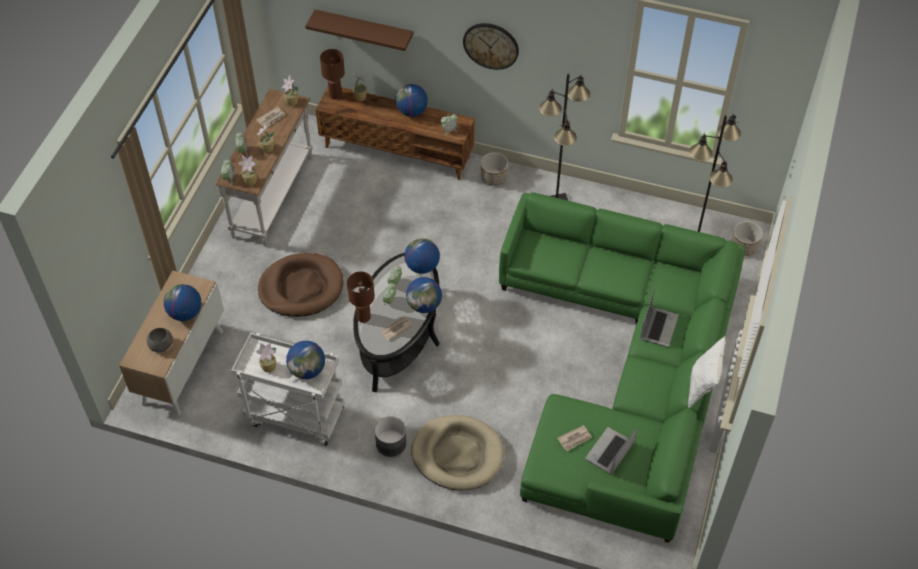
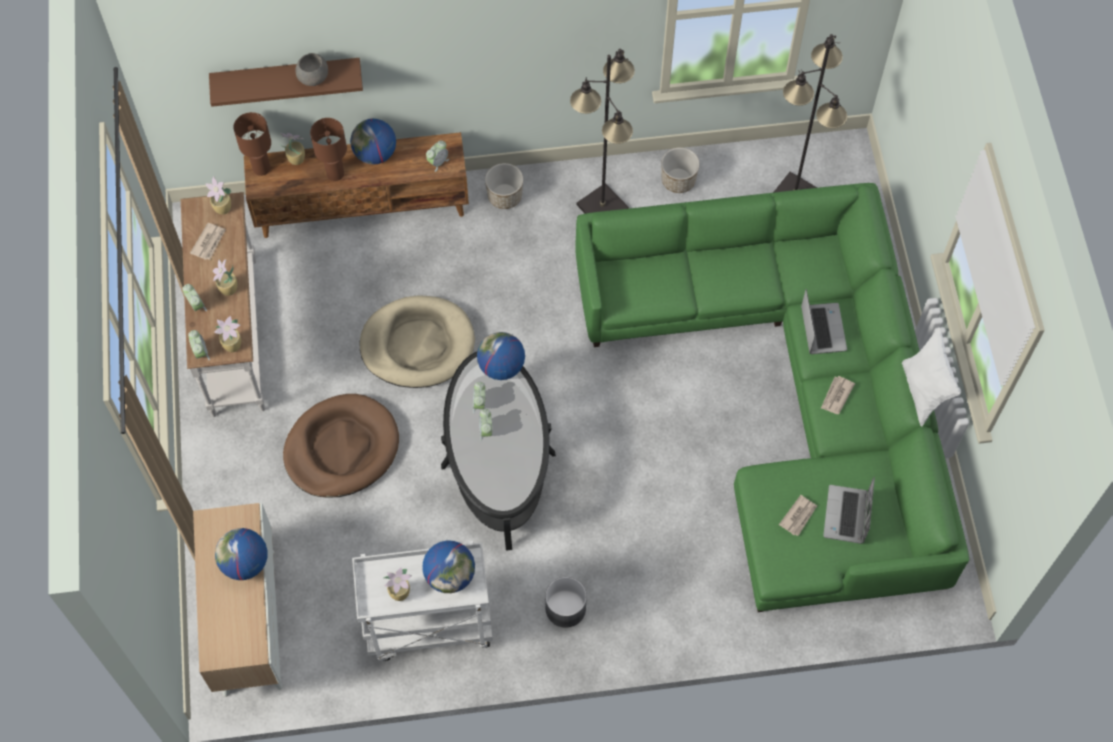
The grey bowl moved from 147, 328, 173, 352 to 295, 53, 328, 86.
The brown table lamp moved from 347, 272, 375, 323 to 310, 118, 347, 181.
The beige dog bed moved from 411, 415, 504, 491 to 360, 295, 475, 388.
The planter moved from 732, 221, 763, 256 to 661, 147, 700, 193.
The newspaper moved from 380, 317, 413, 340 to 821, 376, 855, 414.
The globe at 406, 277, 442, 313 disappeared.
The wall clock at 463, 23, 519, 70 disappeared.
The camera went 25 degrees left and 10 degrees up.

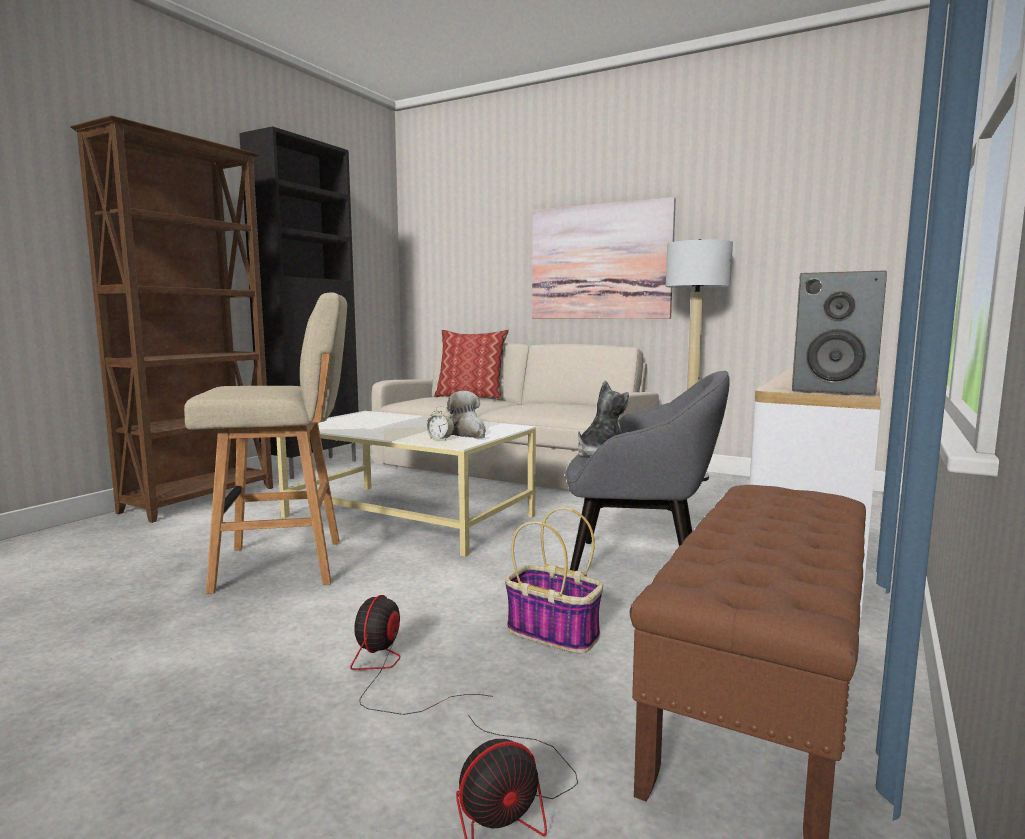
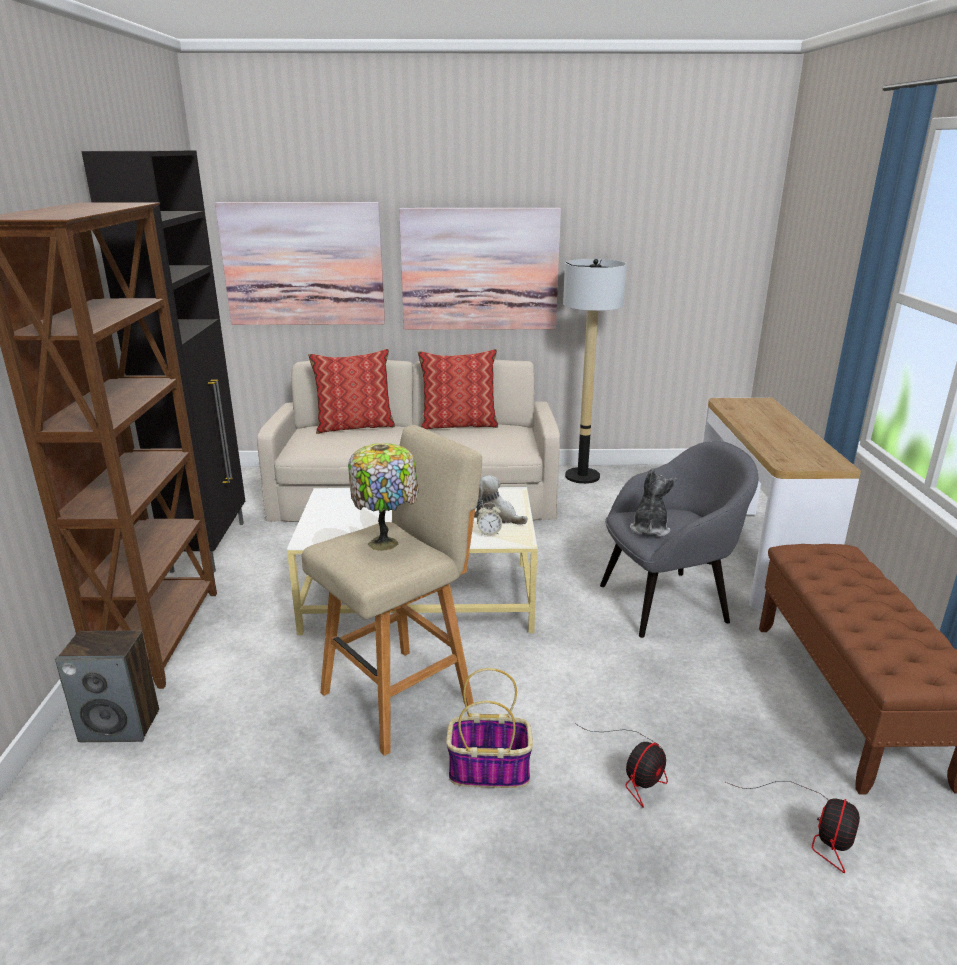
The speaker moved from 792, 271, 887, 396 to 55, 631, 159, 742.
The picture at 215, 202, 385, 325 appeared.
The table lamp at 348, 443, 419, 551 appeared.
The pillow at 418, 349, 498, 429 appeared.
The basket moved from 505, 507, 603, 653 to 446, 668, 533, 788.
The fan at 350, 595, 493, 715 turned 120 degrees counterclockwise.
The camera went 30 degrees left and 15 degrees up.

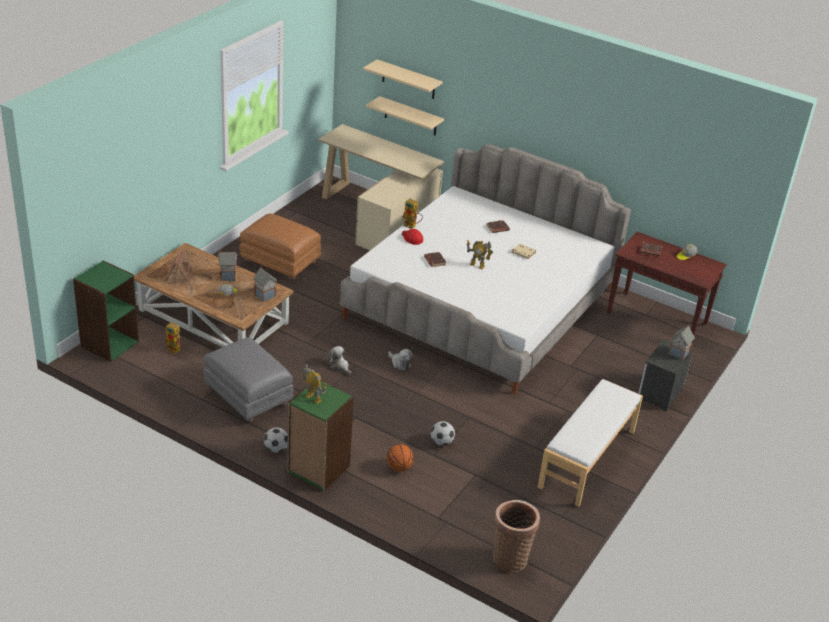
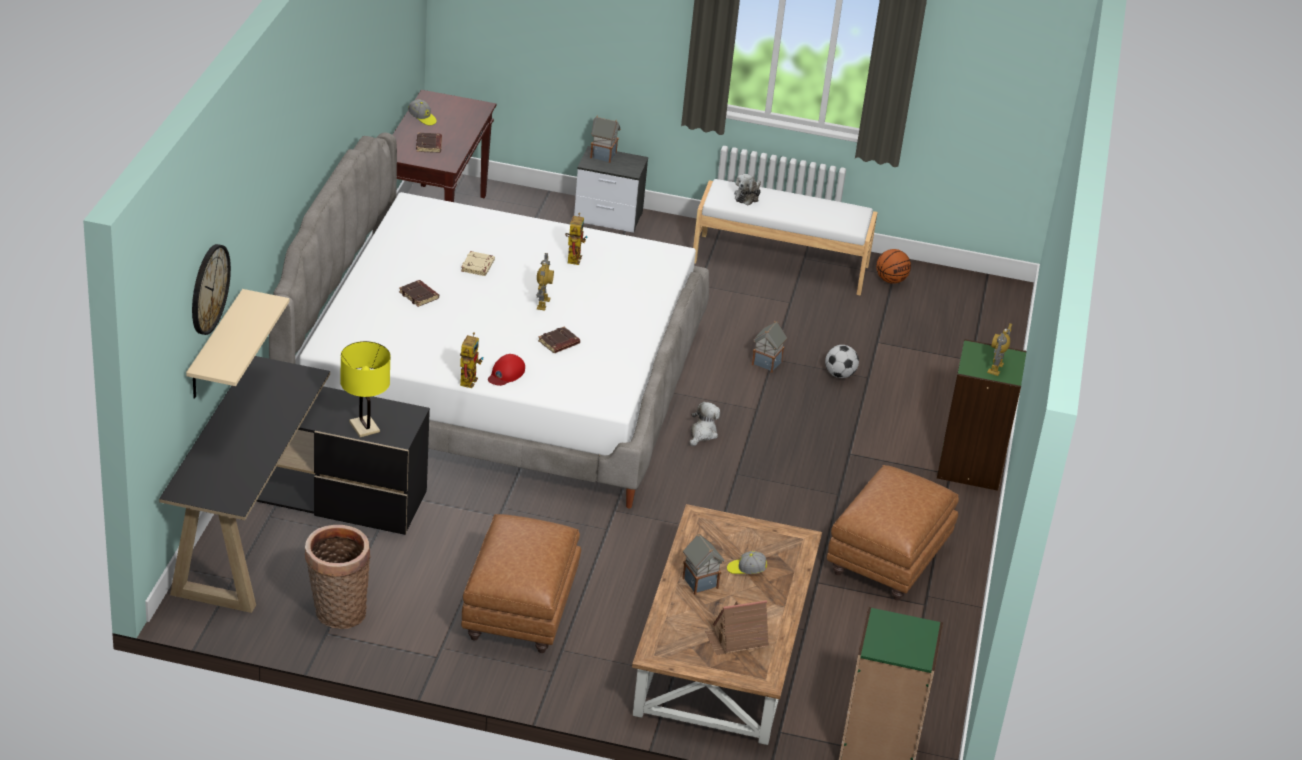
The beige desk at 318, 124, 444, 250 became the black desk at 159, 356, 430, 613.
The beige shelf at 363, 59, 443, 99 was replaced by the wall clock at 192, 244, 231, 335.
The basket moved from 493, 500, 540, 573 to 304, 525, 370, 629.
The yellow table lamp at 340, 341, 391, 437 appeared.
The toy robot moved from 164, 322, 187, 354 to 565, 213, 588, 265.
The plush toy moved from 329, 346, 351, 374 to 734, 174, 761, 205.
The toy house moved from 253, 267, 277, 302 to 752, 321, 787, 373.
The grey ottoman at 203, 337, 293, 424 became the brown ottoman at 827, 465, 959, 600.
The basketball moved from 387, 444, 414, 472 to 876, 249, 911, 284.
The football at 264, 427, 288, 453 disappeared.
The camera went 110 degrees left and 0 degrees up.

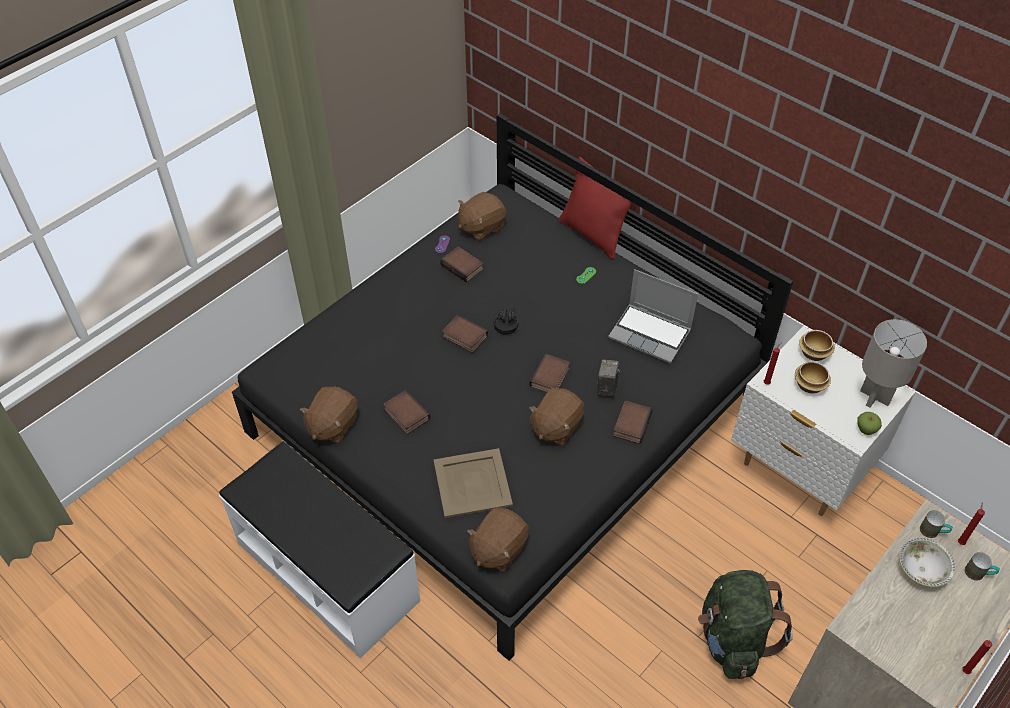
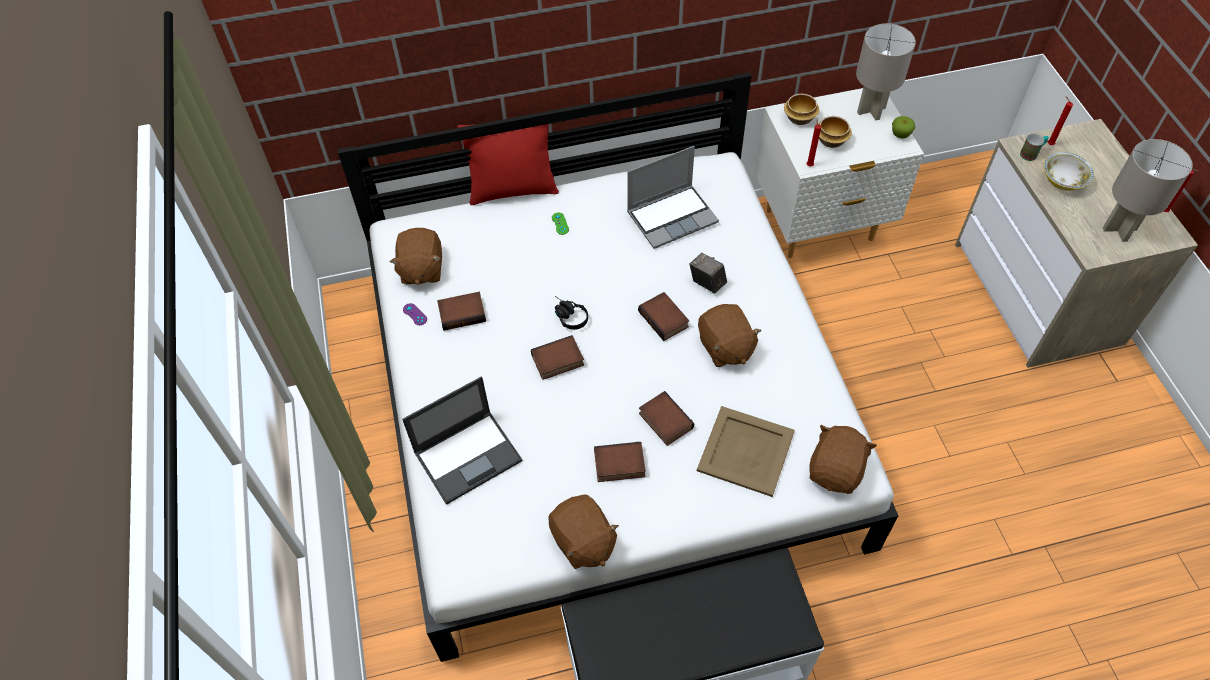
The black bed at 232, 113, 793, 661 became the white bed at 338, 72, 898, 662.
The laptop at 402, 377, 522, 504 appeared.
The book moved from 613, 400, 653, 444 to 639, 391, 694, 446.
The brown plush toy at 467, 507, 529, 572 turned 135 degrees counterclockwise.
The grey table lamp at 1103, 139, 1193, 242 appeared.
The green backpack at 698, 570, 793, 679 disappeared.
The mug at 965, 552, 1000, 581 disappeared.
The camera went 55 degrees left and 5 degrees up.

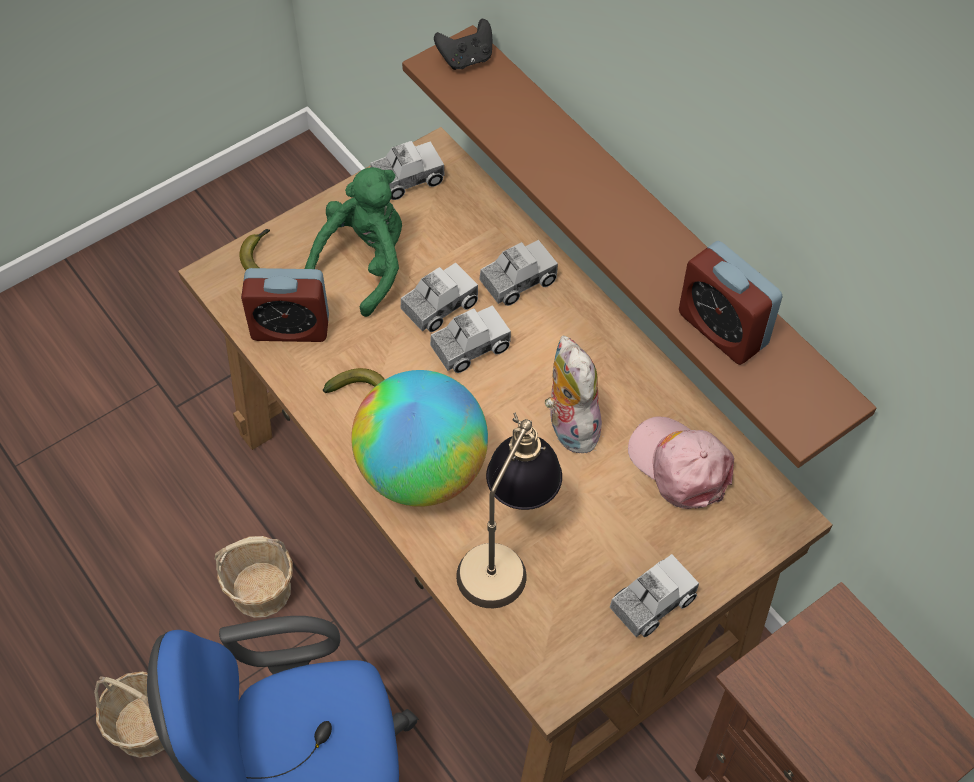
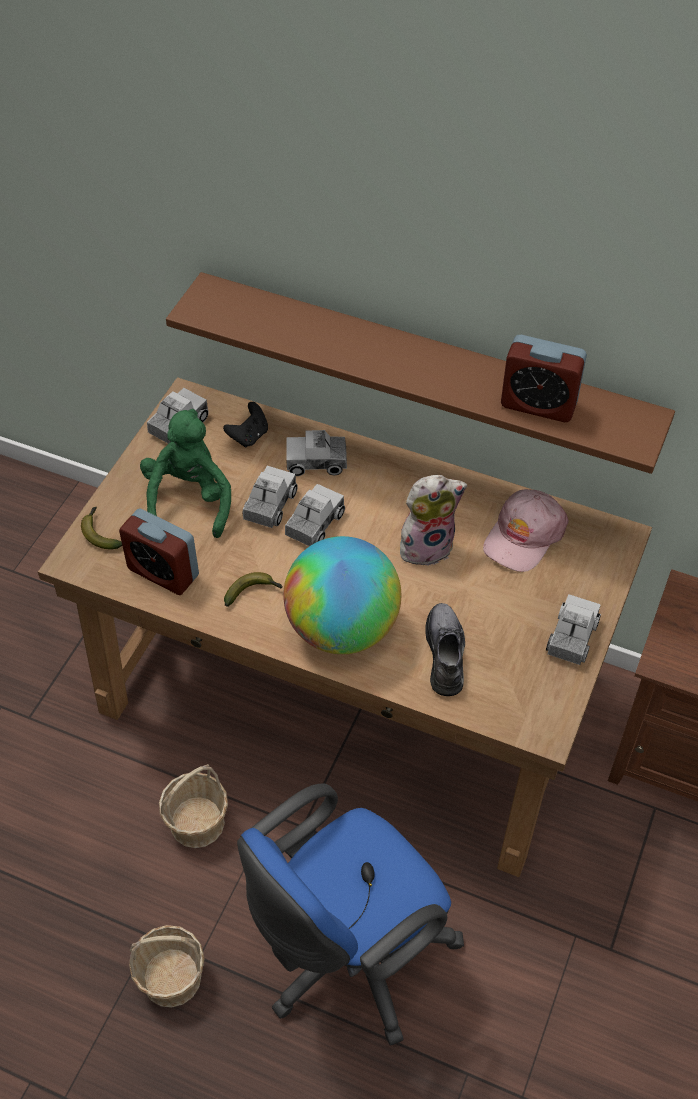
The alarm clock at 241, 268, 329, 342 turned 60 degrees clockwise.
The black game controller moved from 434, 19, 492, 70 to 223, 402, 268, 447.
The toy truck at 479, 240, 558, 306 turned 120 degrees counterclockwise.
The plush toy at 545, 335, 602, 453 turned 120 degrees clockwise.
The table lamp at 456, 413, 562, 608 was replaced by the grey shoe at 425, 603, 465, 696.
The pink cap at 628, 416, 734, 509 turned 75 degrees counterclockwise.
The camera went 30 degrees left and 5 degrees down.

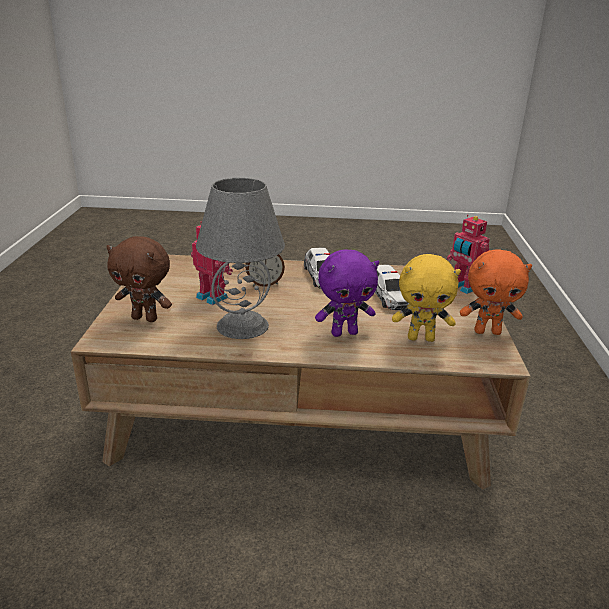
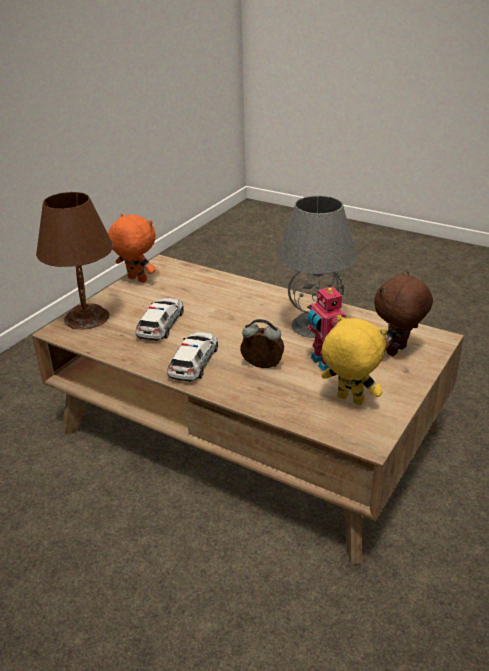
The toy robot at 447, 215, 490, 294 was replaced by the brown table lamp at 36, 192, 113, 329.
The yellow plush toy moved from 392, 254, 461, 342 to 321, 315, 387, 405.
The brown plush toy at 106, 236, 172, 322 turned 90 degrees counterclockwise.
The purple plush toy at 315, 249, 379, 337 disappeared.
The camera went 150 degrees left and 5 degrees up.

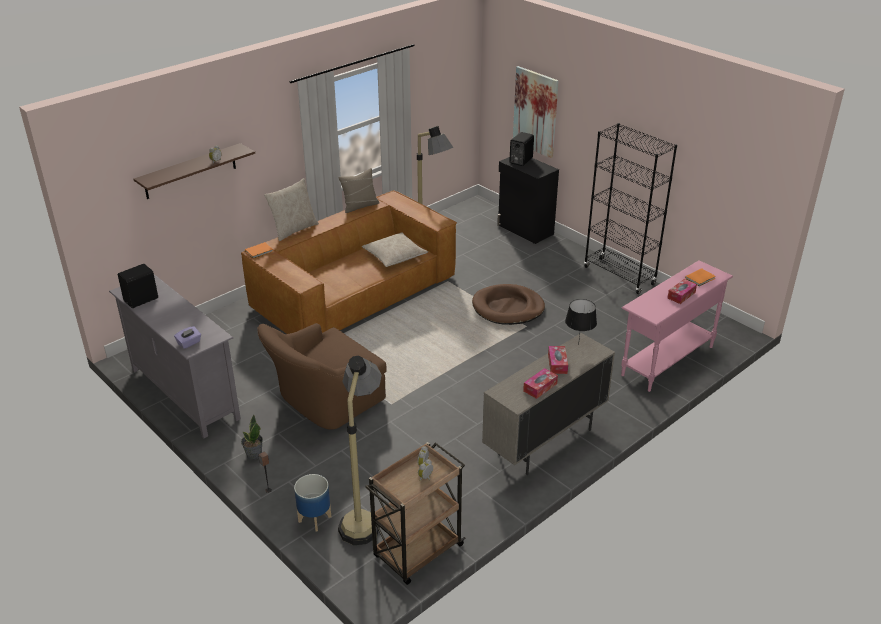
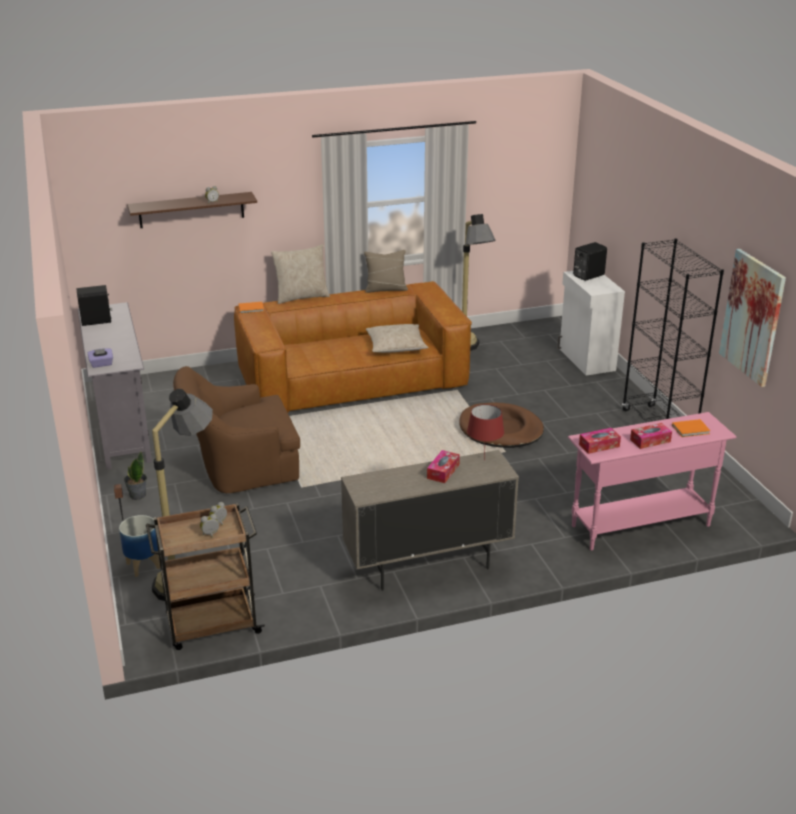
The black table lamp at 565, 299, 597, 345 became the red table lamp at 467, 404, 504, 460.
The black cabinet at 497, 157, 559, 244 became the white cabinet at 557, 271, 625, 376.
The tissue box moved from 523, 368, 558, 399 to 579, 428, 621, 454.
The picture moved from 513, 66, 559, 158 to 719, 249, 786, 387.
The camera went 25 degrees right and 5 degrees down.

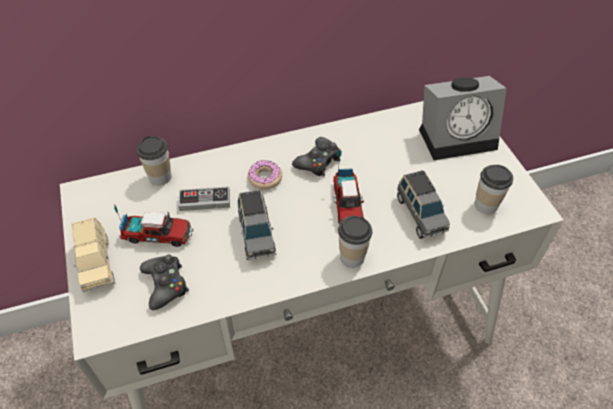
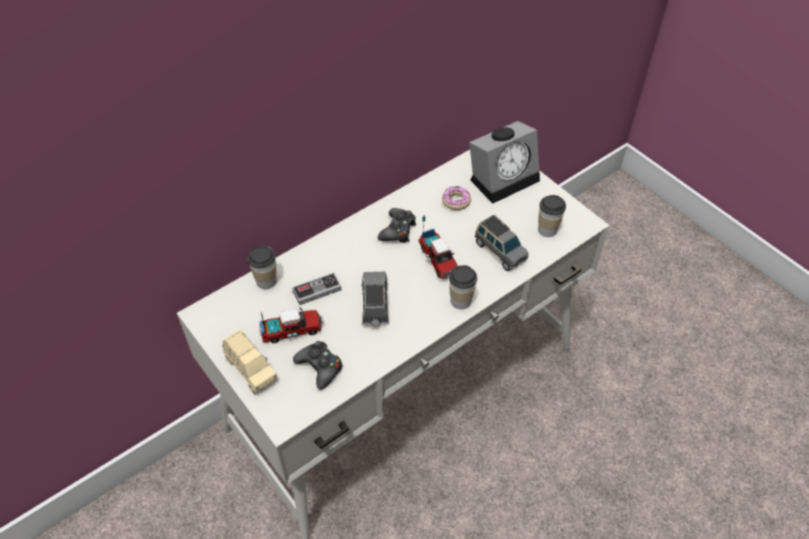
The grey toy car at 238, 190, 276, 260 turned 150 degrees counterclockwise.
The donut moved from 248, 160, 282, 189 to 442, 186, 471, 210.
The camera went 20 degrees left and 0 degrees up.

